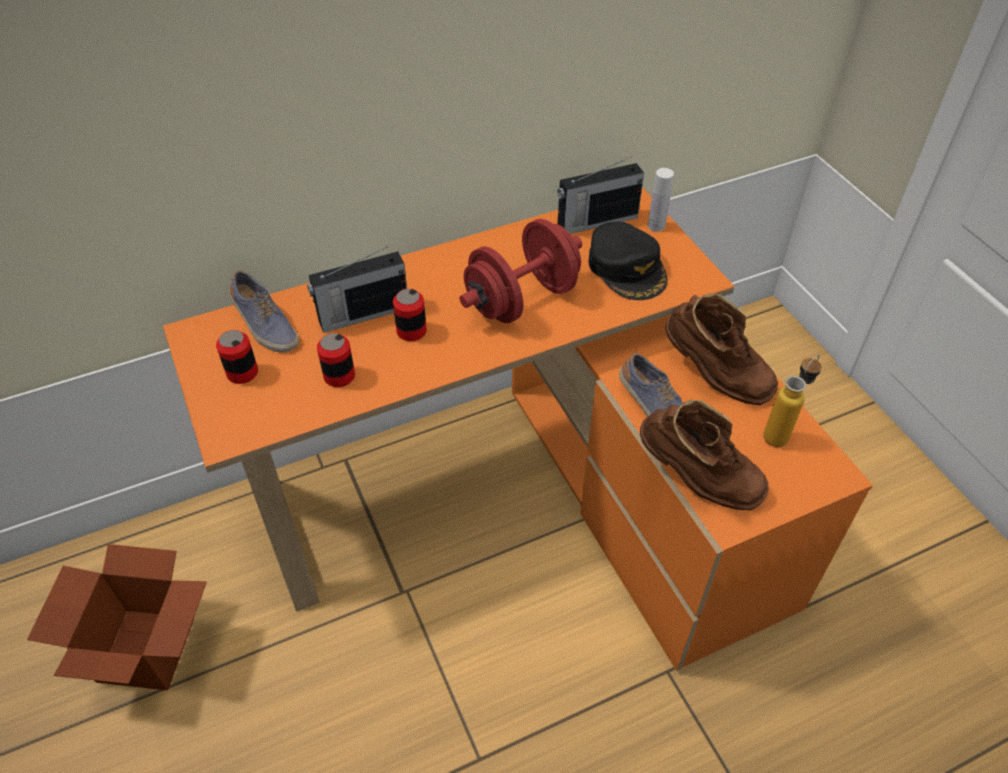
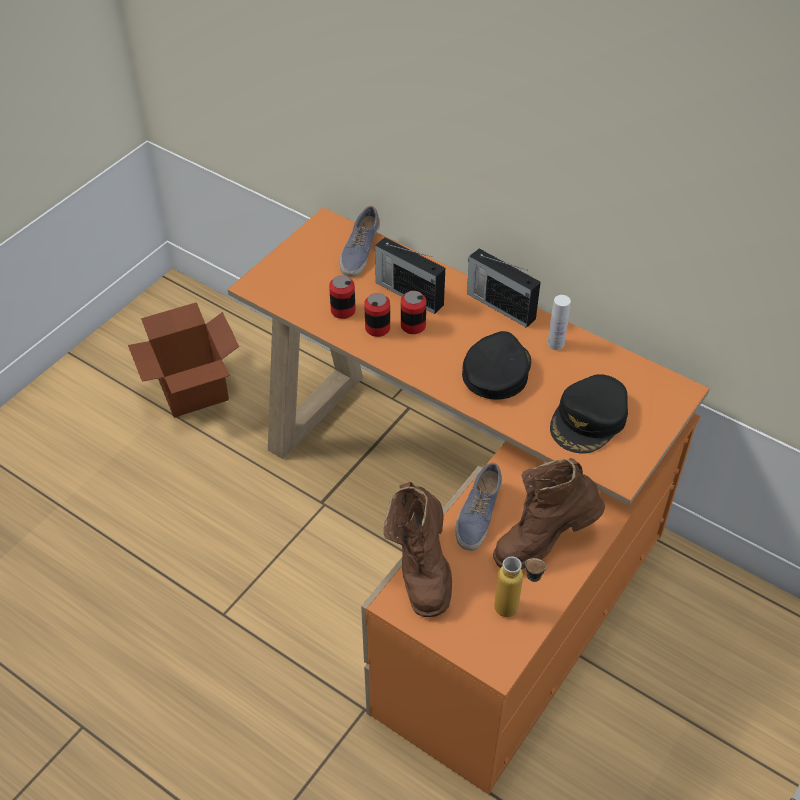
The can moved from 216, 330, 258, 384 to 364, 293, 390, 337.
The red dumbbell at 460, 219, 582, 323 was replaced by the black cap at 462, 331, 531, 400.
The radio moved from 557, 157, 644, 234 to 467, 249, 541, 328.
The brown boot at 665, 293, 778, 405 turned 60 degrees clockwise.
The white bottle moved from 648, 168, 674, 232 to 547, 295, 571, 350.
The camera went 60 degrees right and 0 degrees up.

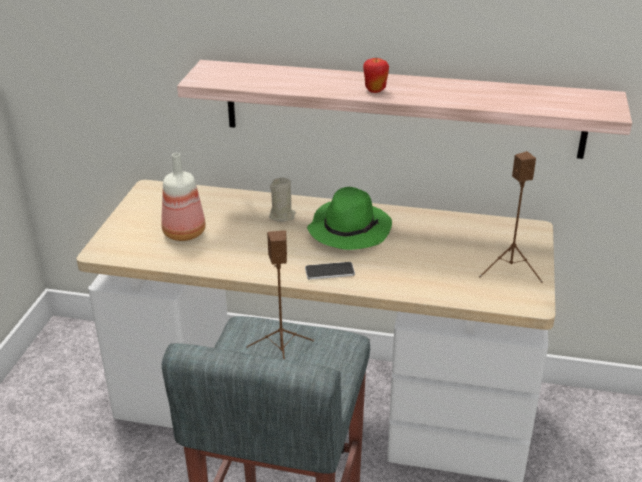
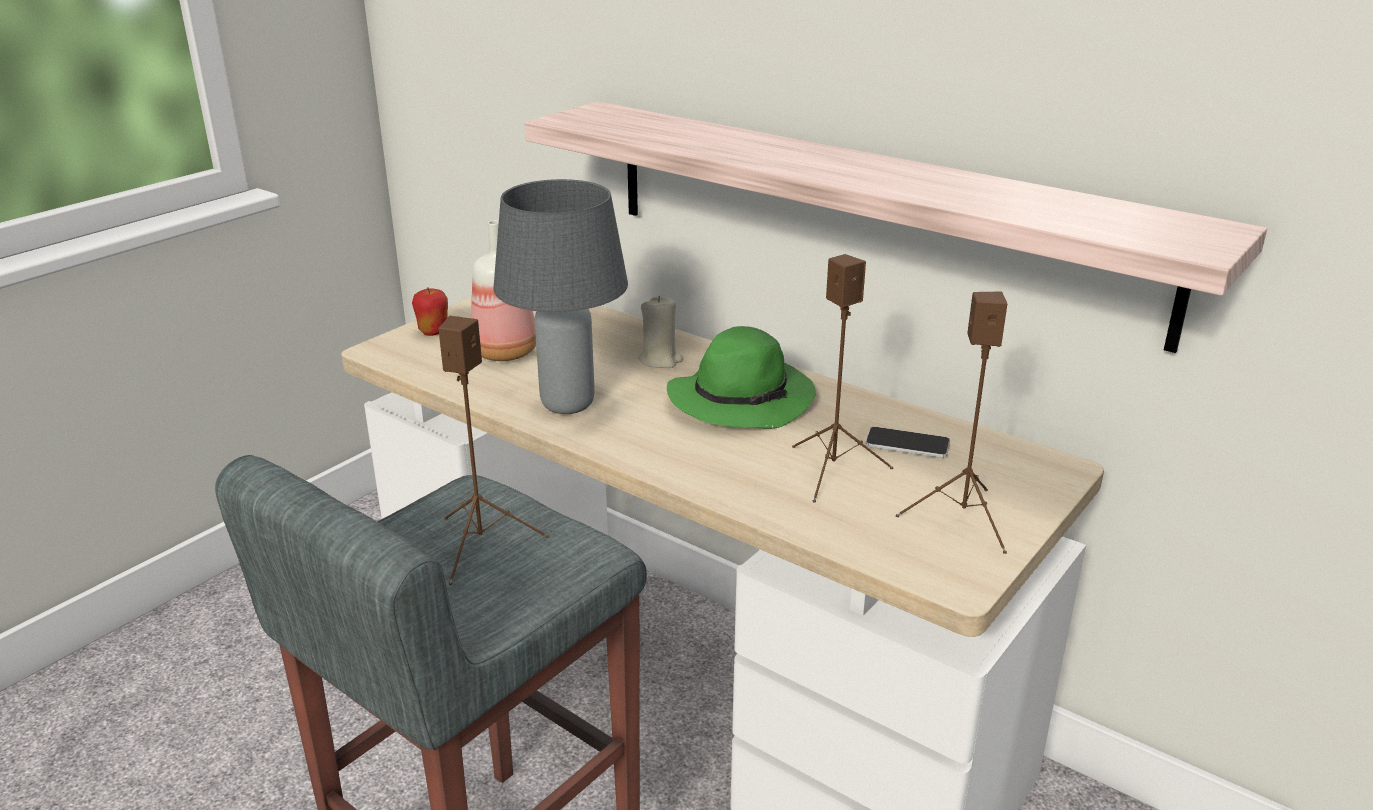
The apple moved from 363, 57, 389, 93 to 412, 287, 448, 336.
The grey table lamp at 493, 179, 628, 414 appeared.
The brown speaker at 792, 254, 893, 502 appeared.
The phone moved from 305, 262, 355, 280 to 865, 427, 950, 458.
The camera went 25 degrees right and 5 degrees down.

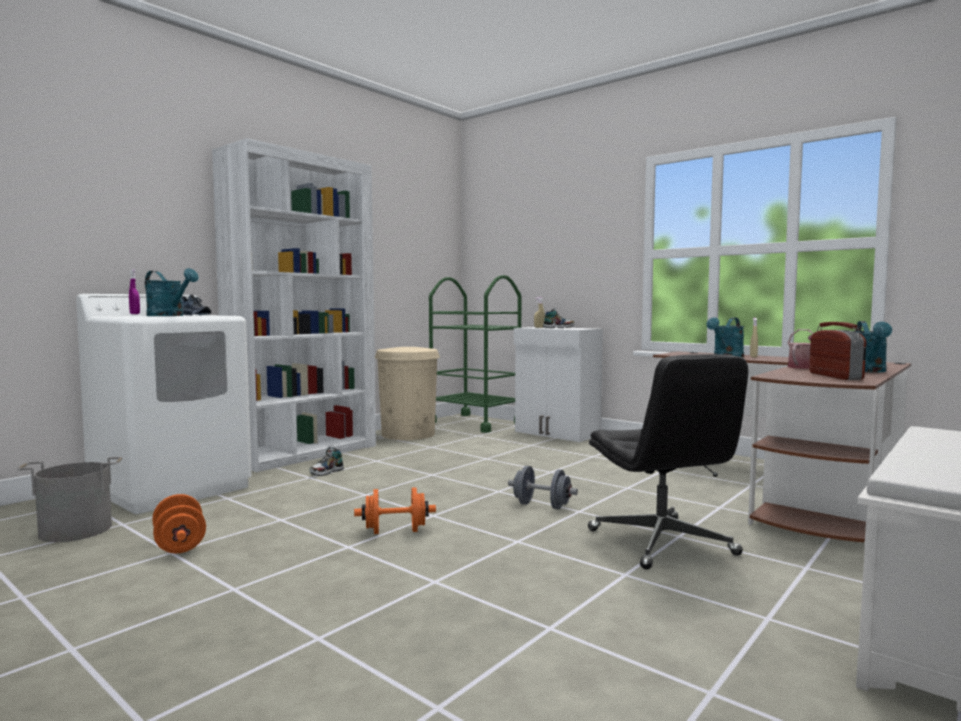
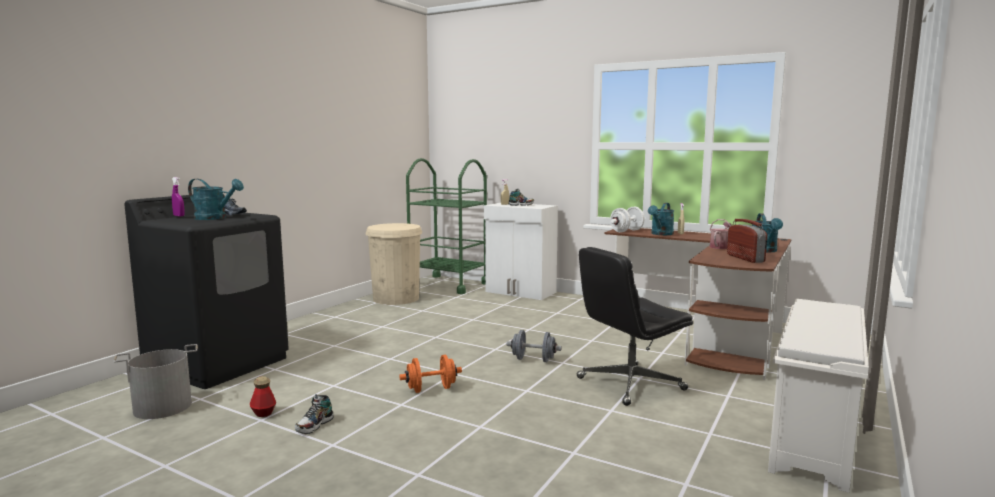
The white washing machine at 76, 294, 252, 514 became the black washing machine at 124, 194, 289, 389.
The orange dumbbell at 152, 494, 206, 553 was replaced by the bottle at 250, 376, 276, 417.
The shoe moved from 309, 447, 344, 476 to 295, 394, 334, 434.
The black office chair at 588, 354, 748, 569 turned 90 degrees clockwise.
The white dumbbell at 610, 207, 645, 232 appeared.
The white bookcase at 212, 138, 376, 472 disappeared.
The camera went 10 degrees left and 5 degrees up.

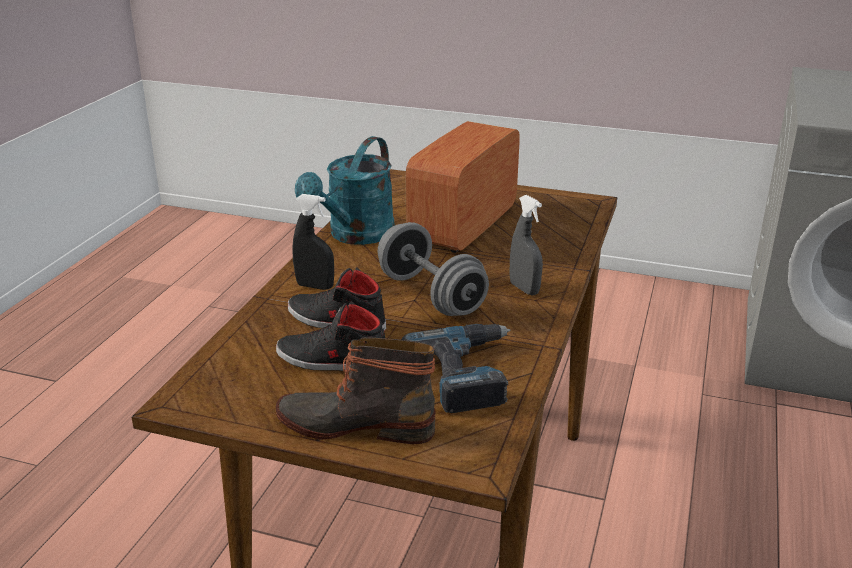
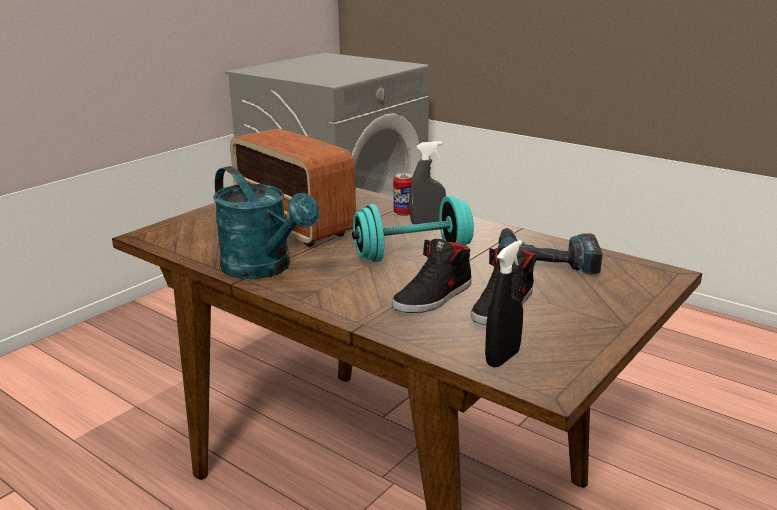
The grey dumbbell at 378, 222, 489, 316 became the turquoise dumbbell at 352, 196, 474, 262.
The can at 393, 173, 413, 216 appeared.
The black spray bottle moved from 292, 194, 334, 290 to 485, 240, 523, 367.
The boot at 276, 337, 435, 444 disappeared.
The camera went 70 degrees left and 5 degrees down.

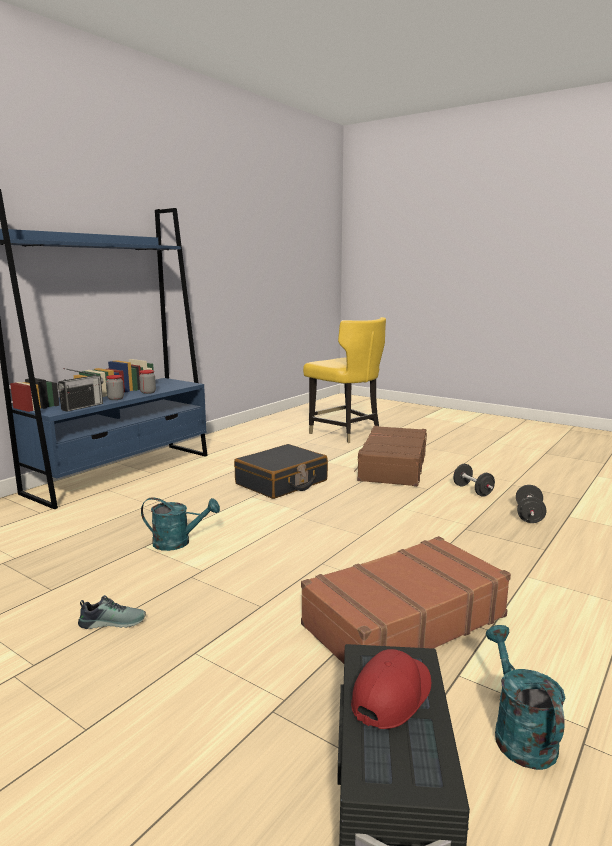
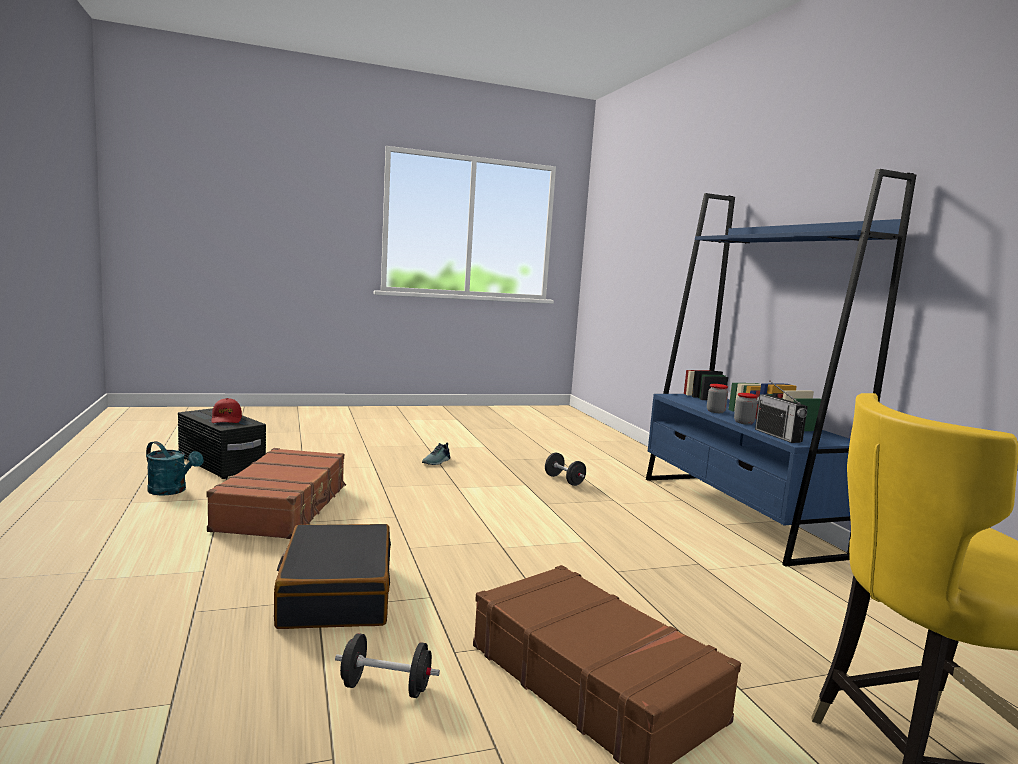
The black suitcase moved from 234, 444, 328, 499 to 274, 524, 391, 629.
The black dumbbell moved from 516, 485, 546, 523 to 545, 453, 586, 486.
The radio moved from 57, 368, 103, 412 to 755, 380, 808, 443.
The turquoise watering can at 141, 497, 220, 551 disappeared.
The camera went 125 degrees right and 5 degrees down.

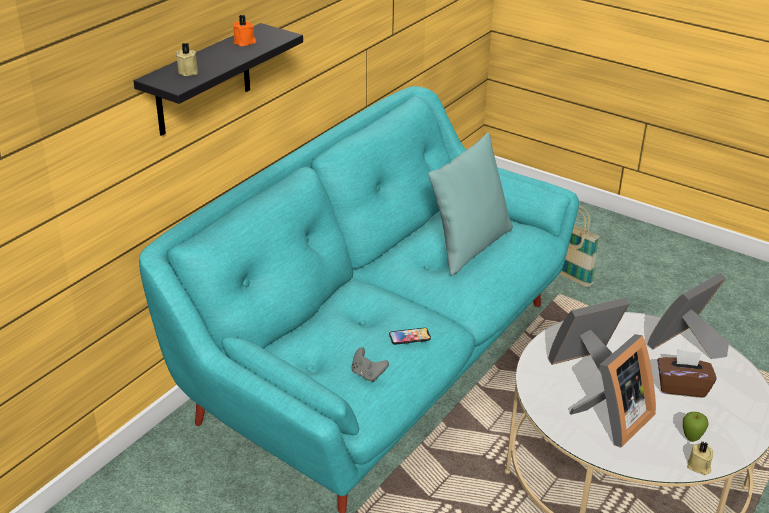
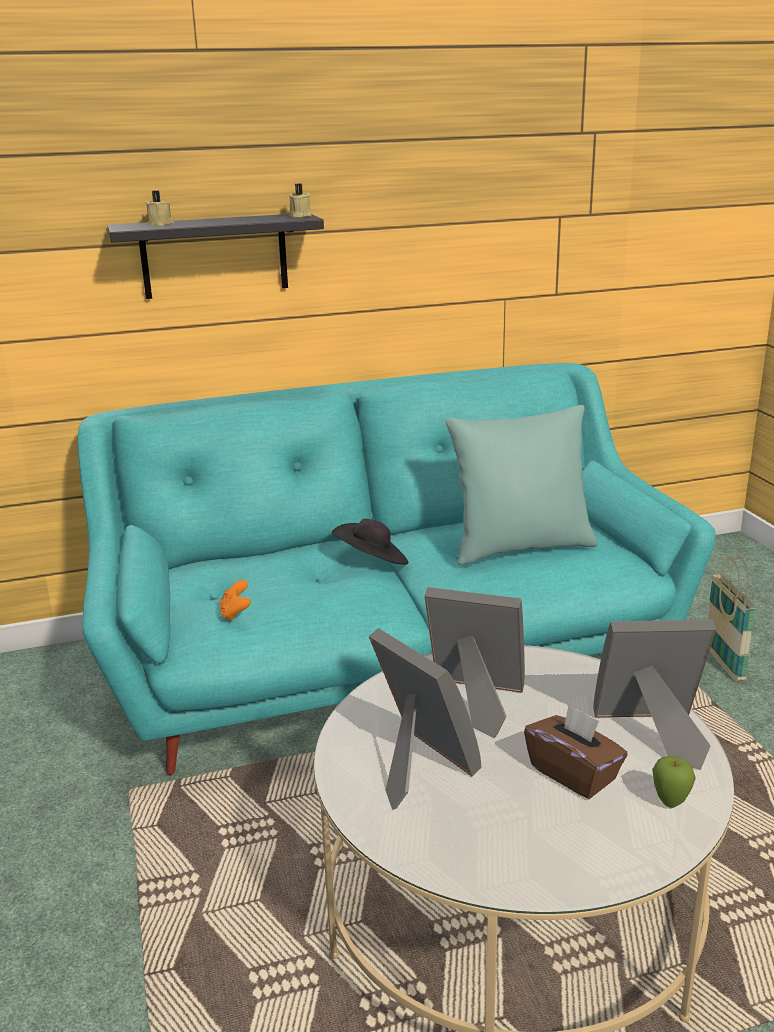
The grey game controller at 352, 347, 389, 382 became the orange game controller at 220, 580, 251, 621.
The beige candle moved from 688, 442, 713, 475 to 289, 183, 311, 218.
The black hat at 332, 519, 408, 565 appeared.
The picture frame at 570, 334, 656, 447 turned 120 degrees counterclockwise.
The apple moved from 683, 412, 709, 442 to 652, 756, 696, 808.
The orange candle at 233, 15, 256, 46 disappeared.
The phone at 389, 328, 431, 345 disappeared.
The camera went 40 degrees right and 10 degrees down.

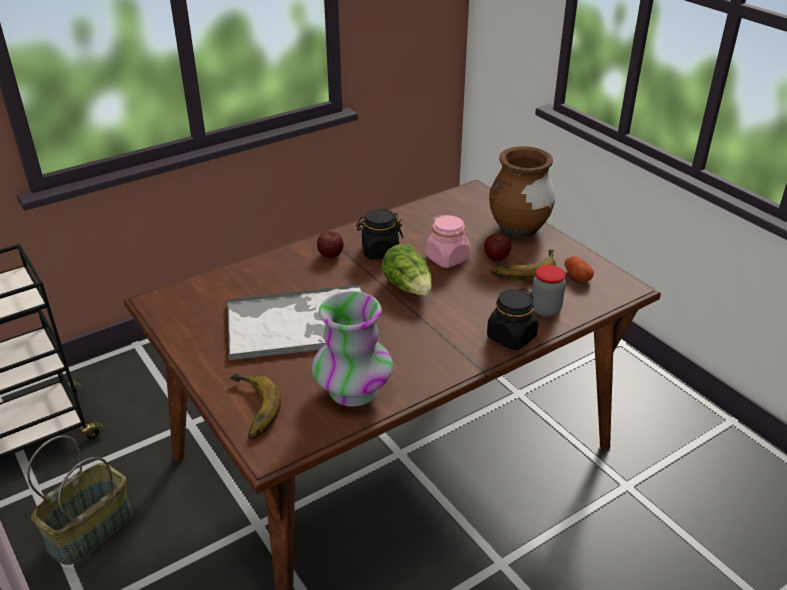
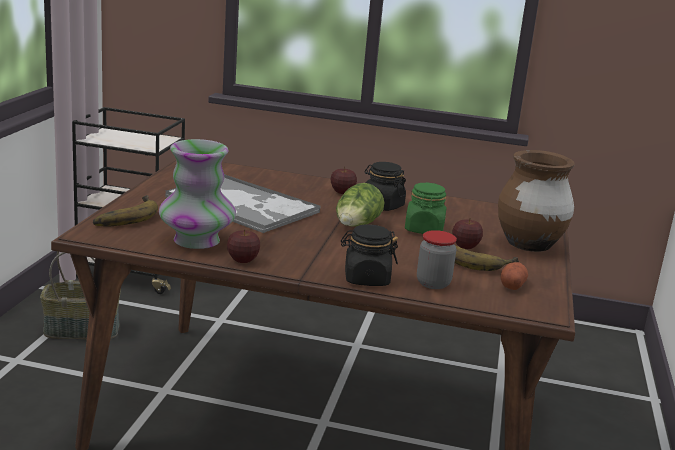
The apple at 227, 229, 260, 263 appeared.
The pink jar at 426, 215, 470, 268 became the green jar at 405, 182, 446, 234.
The camera went 45 degrees right and 15 degrees down.

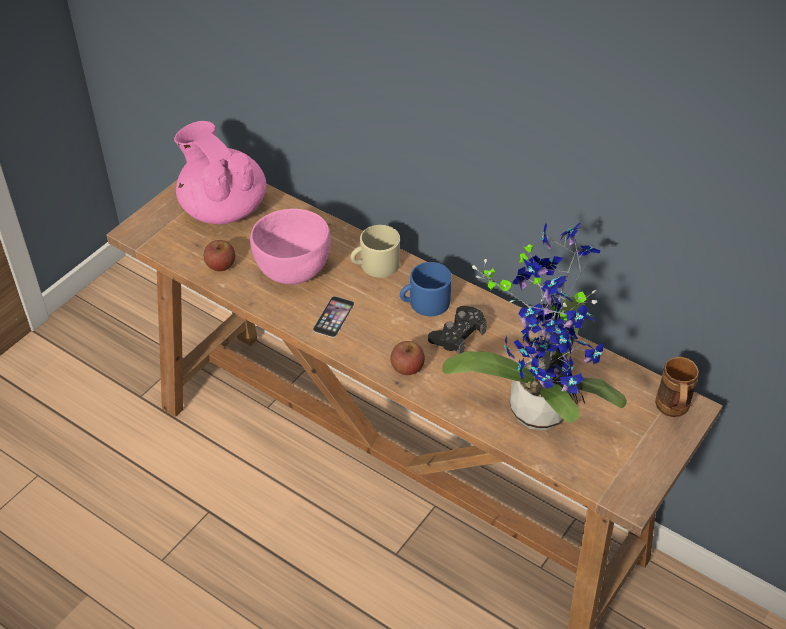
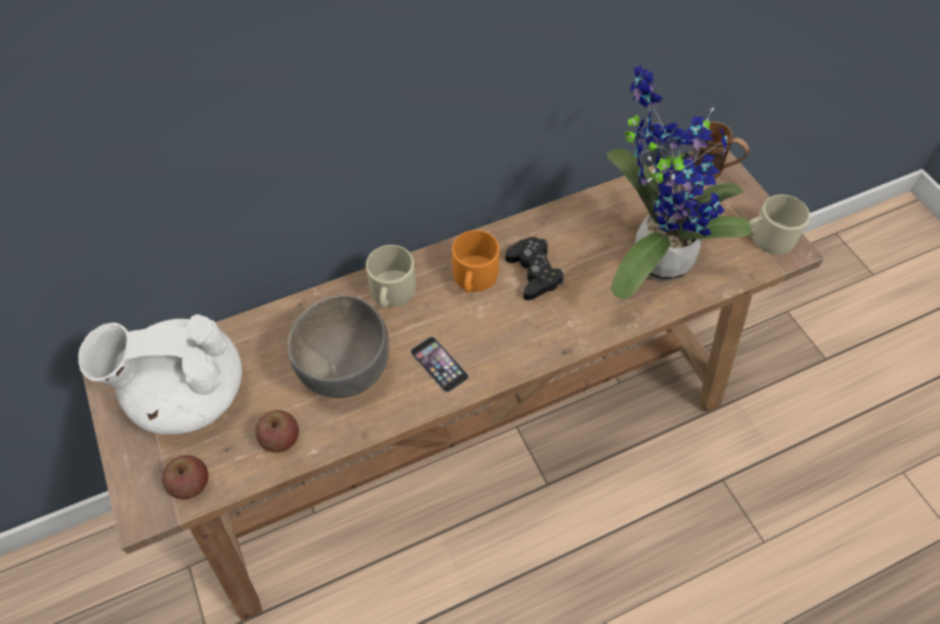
The pink teapot at 174, 121, 267, 224 became the white teapot at 78, 315, 242, 435.
The apple moved from 391, 341, 425, 375 to 162, 455, 208, 500.
The pink bowl at 250, 209, 331, 284 became the grey bowl at 287, 295, 390, 398.
The blue mug at 400, 262, 452, 316 became the orange mug at 452, 230, 500, 292.
The beige mug at 749, 195, 810, 255 appeared.
The camera went 60 degrees left and 10 degrees up.

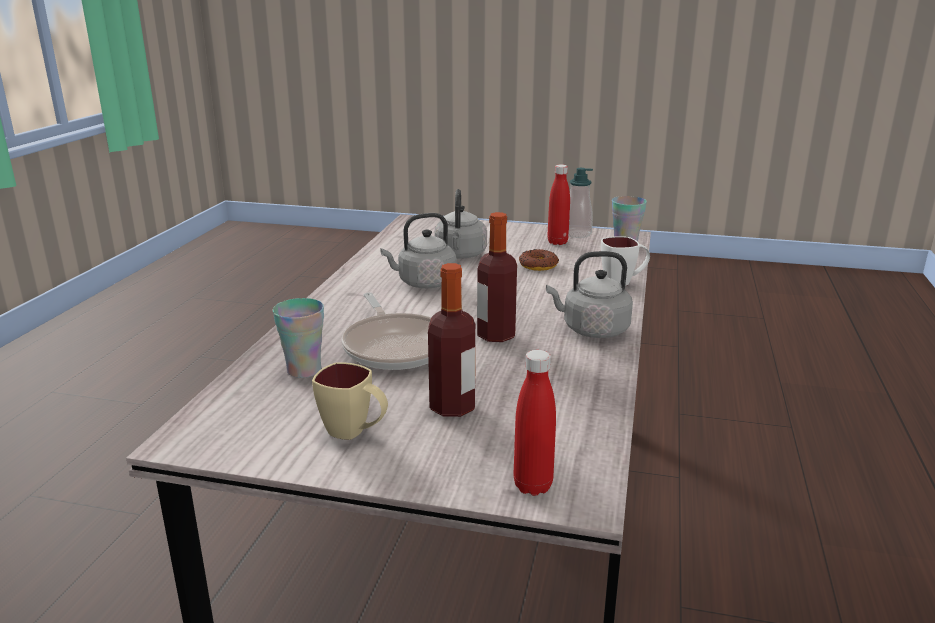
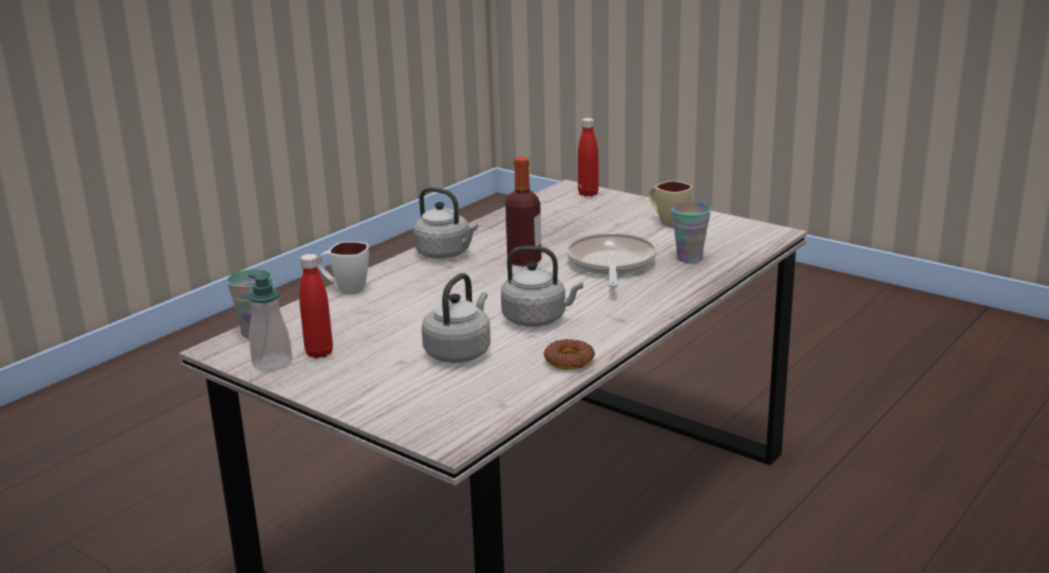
The donut moved from 519, 249, 559, 271 to 544, 339, 595, 370.
The bottle at 428, 263, 476, 417 disappeared.
The camera went 155 degrees left and 0 degrees up.

